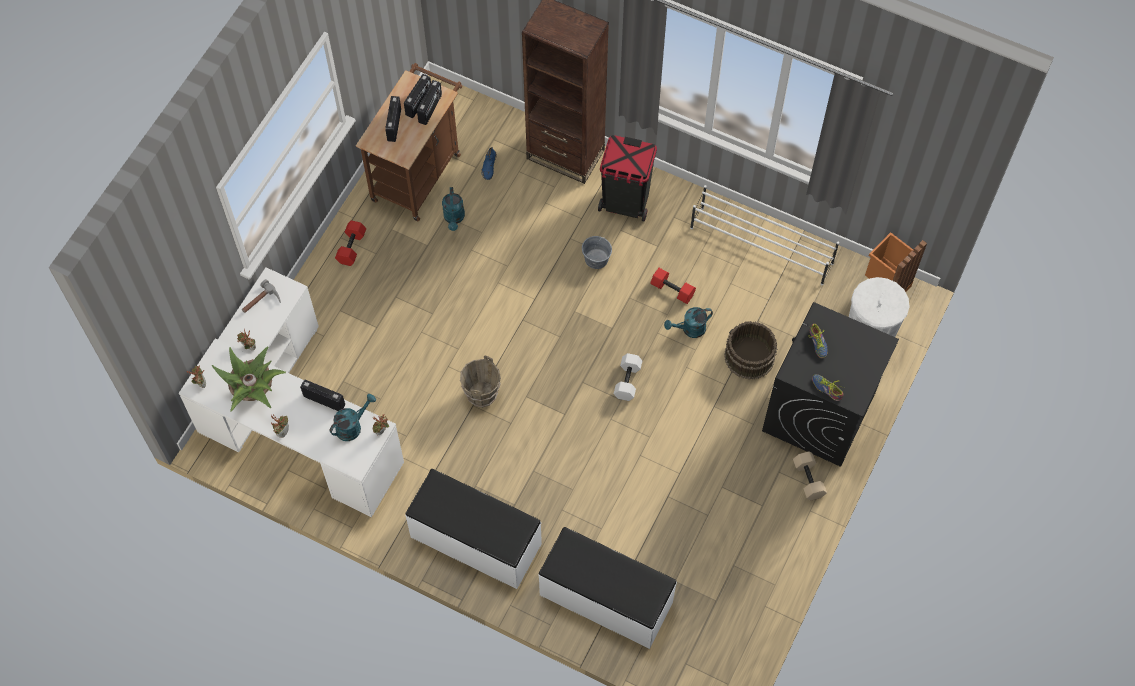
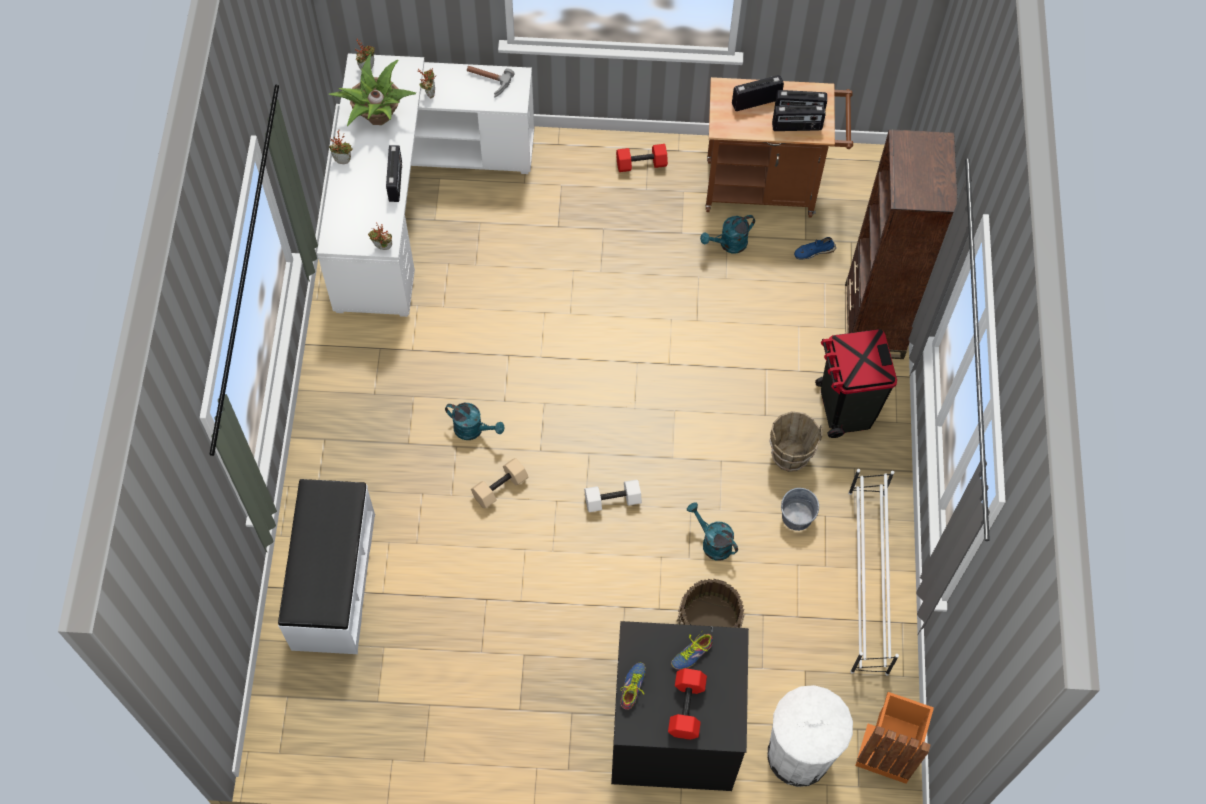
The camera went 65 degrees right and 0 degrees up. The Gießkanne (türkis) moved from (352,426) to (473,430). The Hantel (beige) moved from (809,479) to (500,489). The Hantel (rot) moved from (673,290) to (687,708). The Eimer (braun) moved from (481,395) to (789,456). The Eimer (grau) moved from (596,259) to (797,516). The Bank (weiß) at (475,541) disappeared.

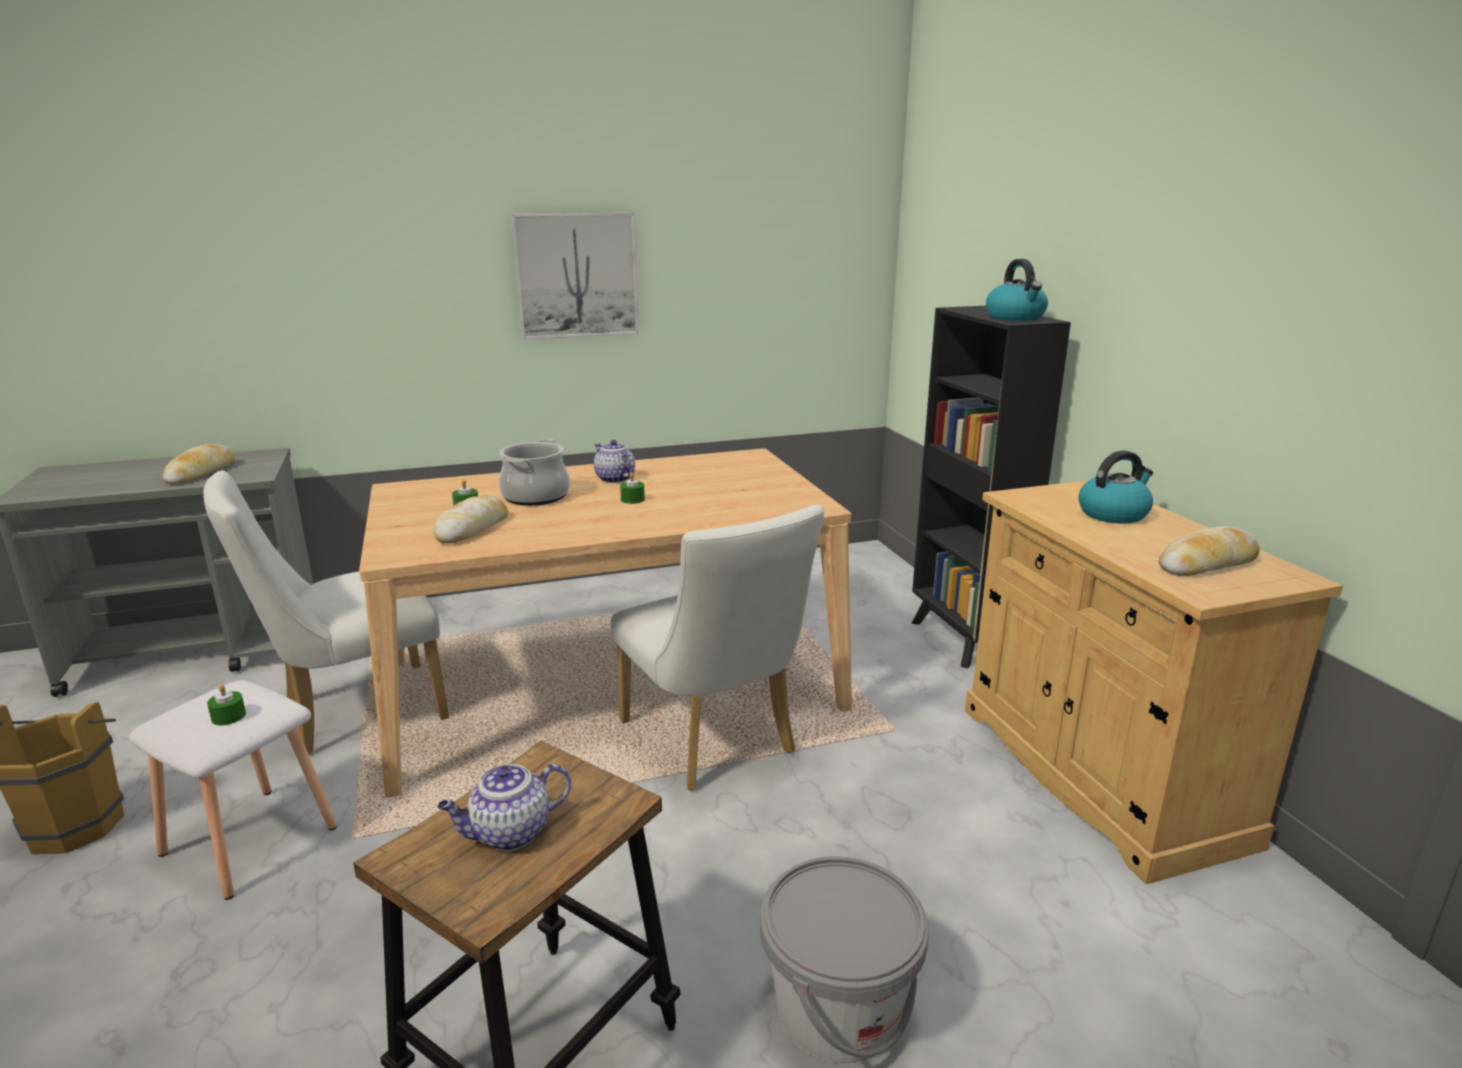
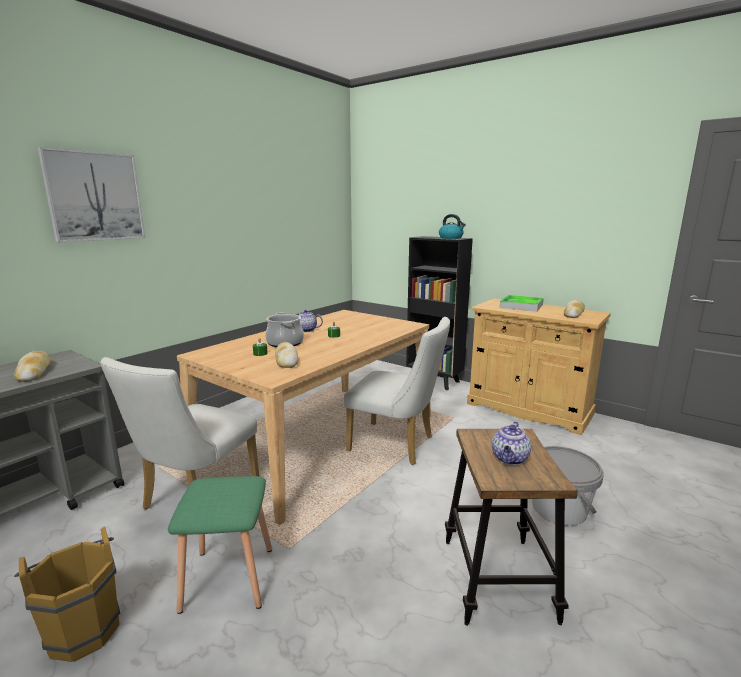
The camera went 35 degrees left and 5 degrees down. The Bild moved from (576,275) to (95,196). The Hocker (weiß) at (251,838) became the Hocker (grün) at (228,577). The Wasserkessel at (1113,514) was replaced by the Tablett at (521,306). The Kerze (grün) at (228,716) disappeared.

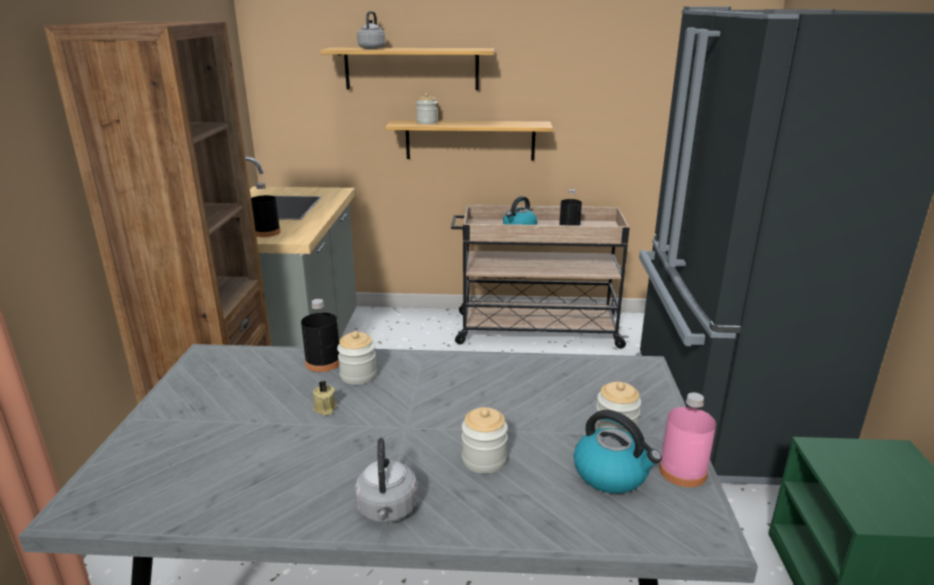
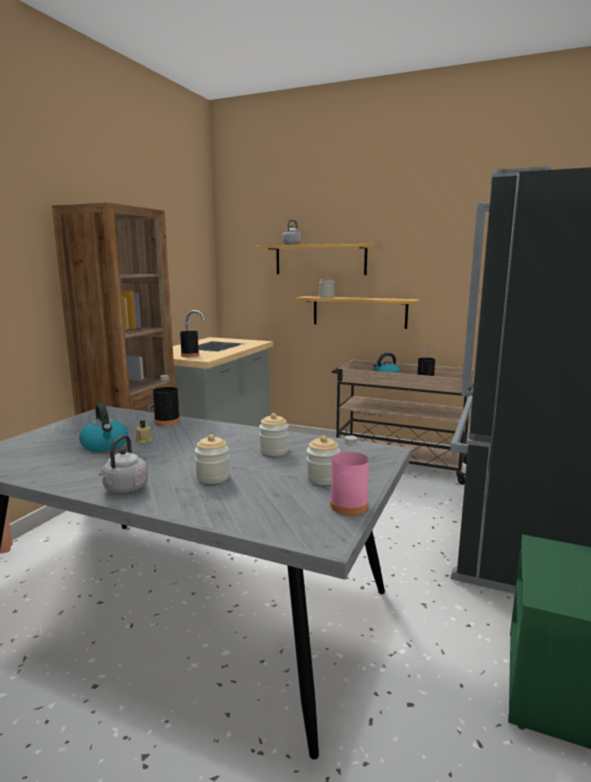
The camera went 20 degrees right and 10 degrees down. The Wasserkessel moved from (612,474) to (105,446). The Vorratsglas moved from (358,375) to (274,451).

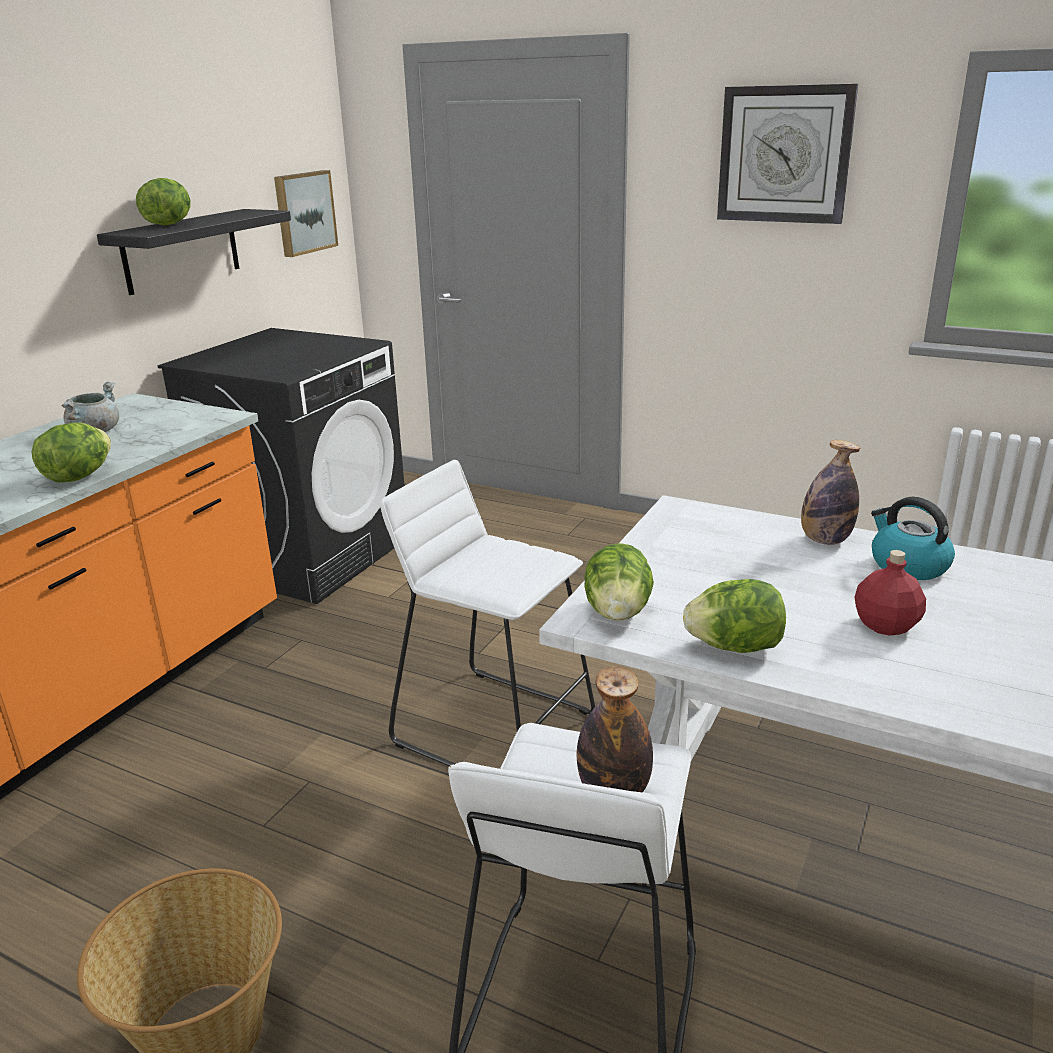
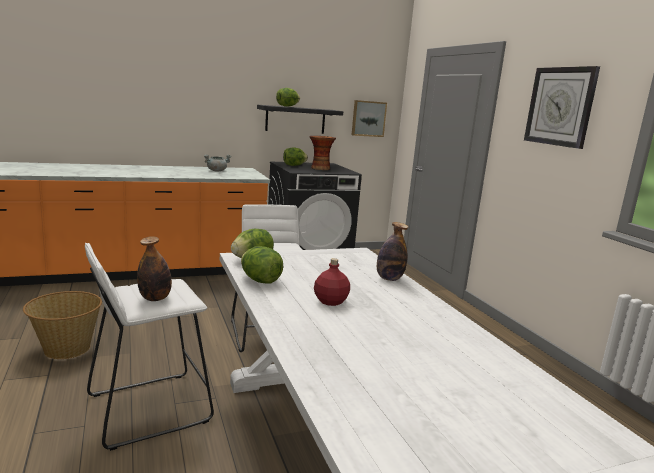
The camera went 40 degrees right and 10 degrees down. The Salatkopf moved from (79,477) to (294,165). The Vase at (320,168) appeared. The Wasserkessel at (907,565) disappeared.

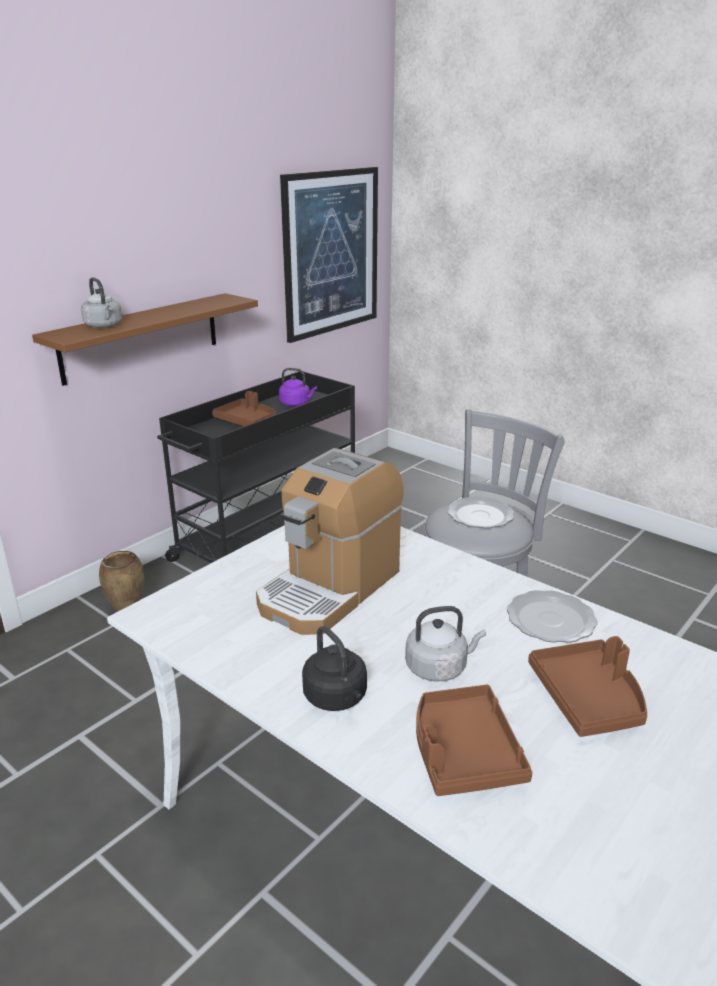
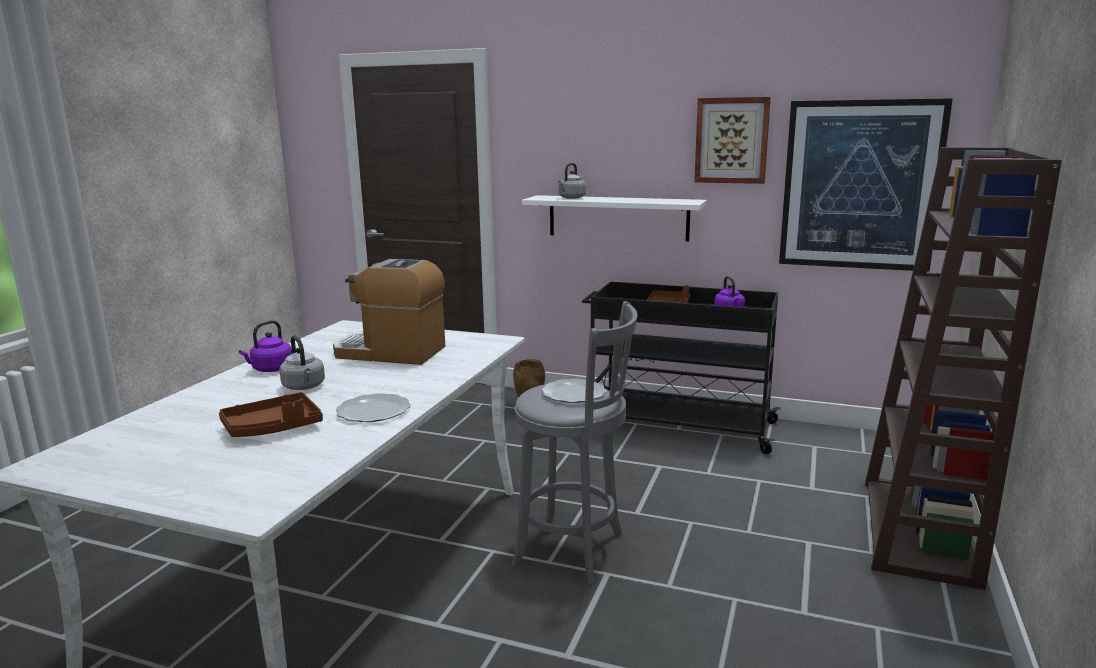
The camera went 70 degrees right and 10 degrees down. The Wasserkessel (schwarz) at (337,698) became the Wasserkessel (lila) at (270,369). The Wandregal (braun) at (141,337) became the Wandregal (weiß) at (618,217). The Bild at (731,140) appeared. The Bücherregal (braun) at (920,531) appeared. The Tablett (braun) at (463,752) disappeared.

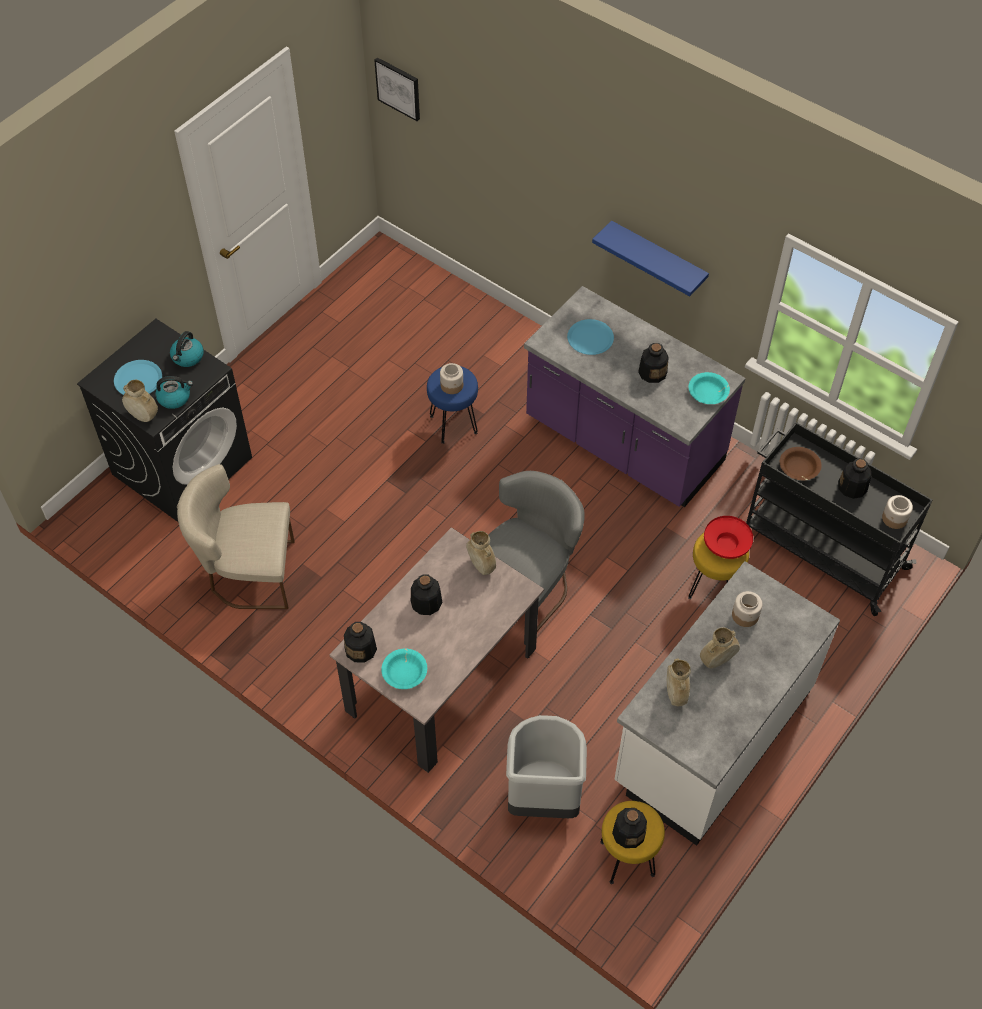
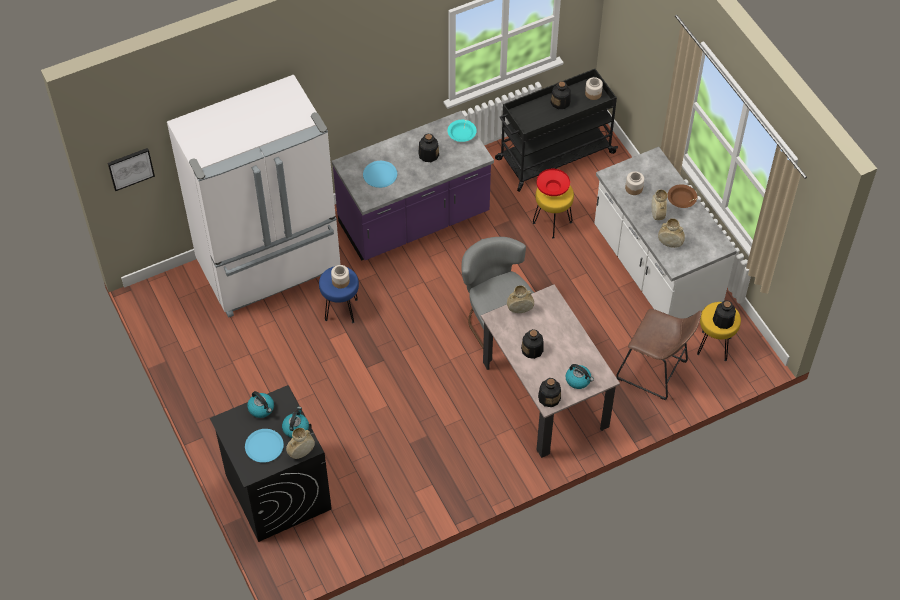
The camera went 65 degrees left and 0 degrees up. The Kühlschrank (weiß) at (270,267) appeared. The Schüssel (türkis) at (405,672) was replaced by the Wasserkessel at (578,380). The Mülleimer (grau) at (543,798) was replaced by the Hocker (braun) at (655,372). The Schüssel (braun) moved from (799,468) to (681,199). The Stuhl (beige) at (248,574) disappeared. The Wandregal (blau) at (657,259) disappeared.

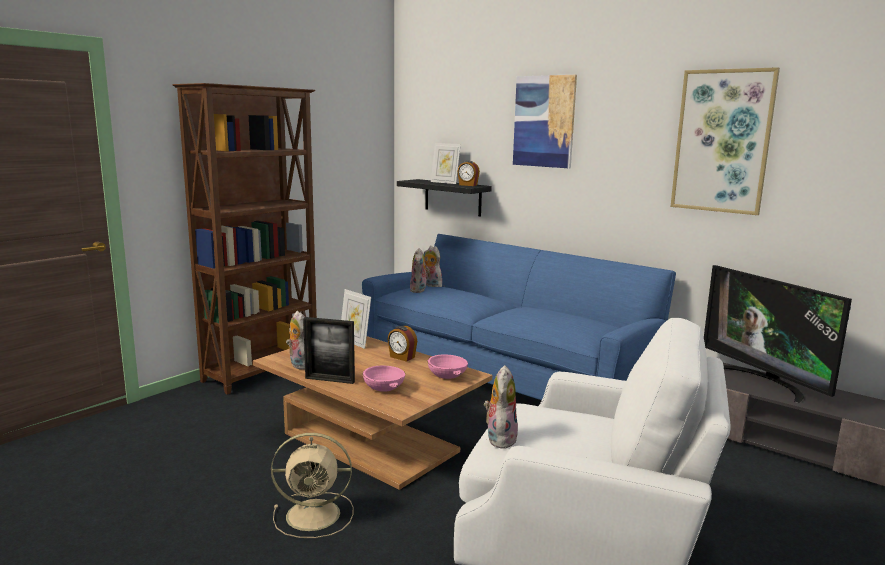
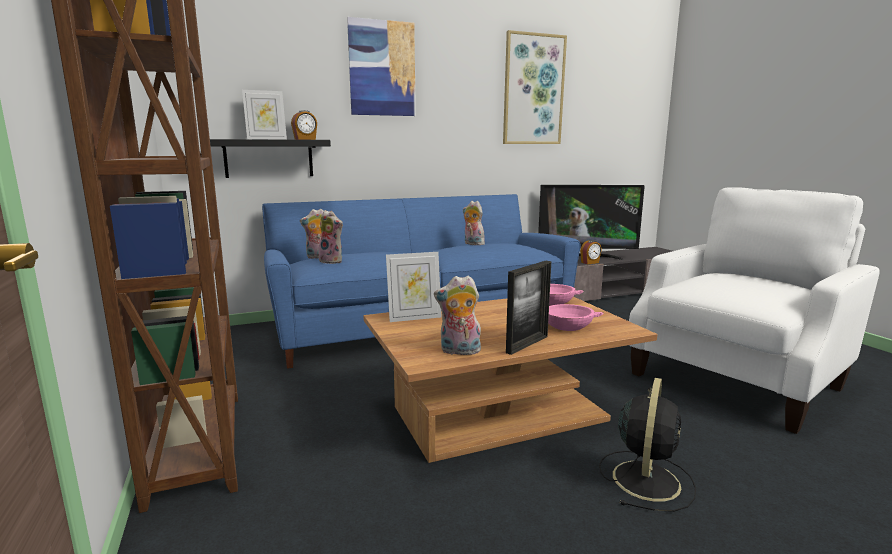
The camera went 60 degrees left and 0 degrees up. The Plüschtier moved from (499,438) to (472,244). The Wecker moved from (402,357) to (590,262). The Ventilator (beige) at (315,515) became the Ventilator (schwarz) at (646,479).

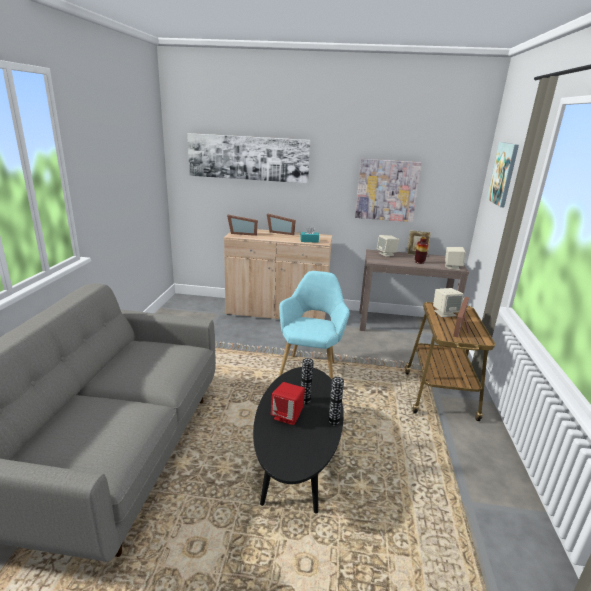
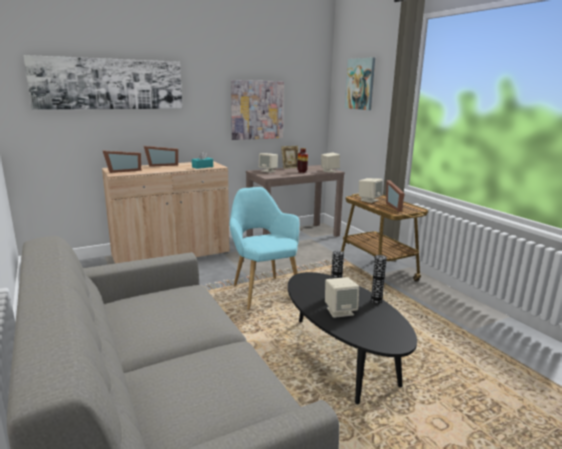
The camera went 35 degrees left and 5 degrees down. The Lautsprecher (rot) at (287,416) became the Lautsprecher (beige) at (340,311).

